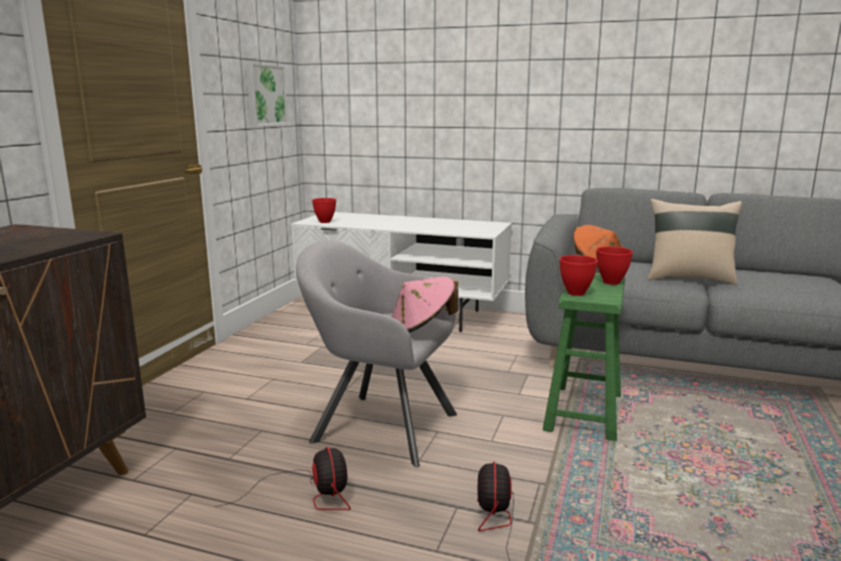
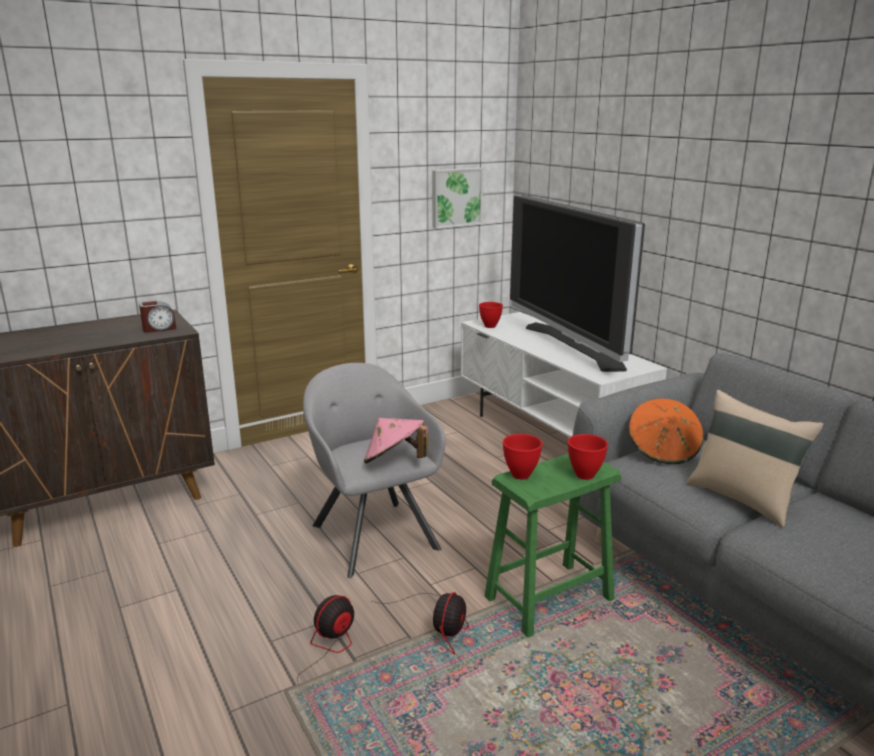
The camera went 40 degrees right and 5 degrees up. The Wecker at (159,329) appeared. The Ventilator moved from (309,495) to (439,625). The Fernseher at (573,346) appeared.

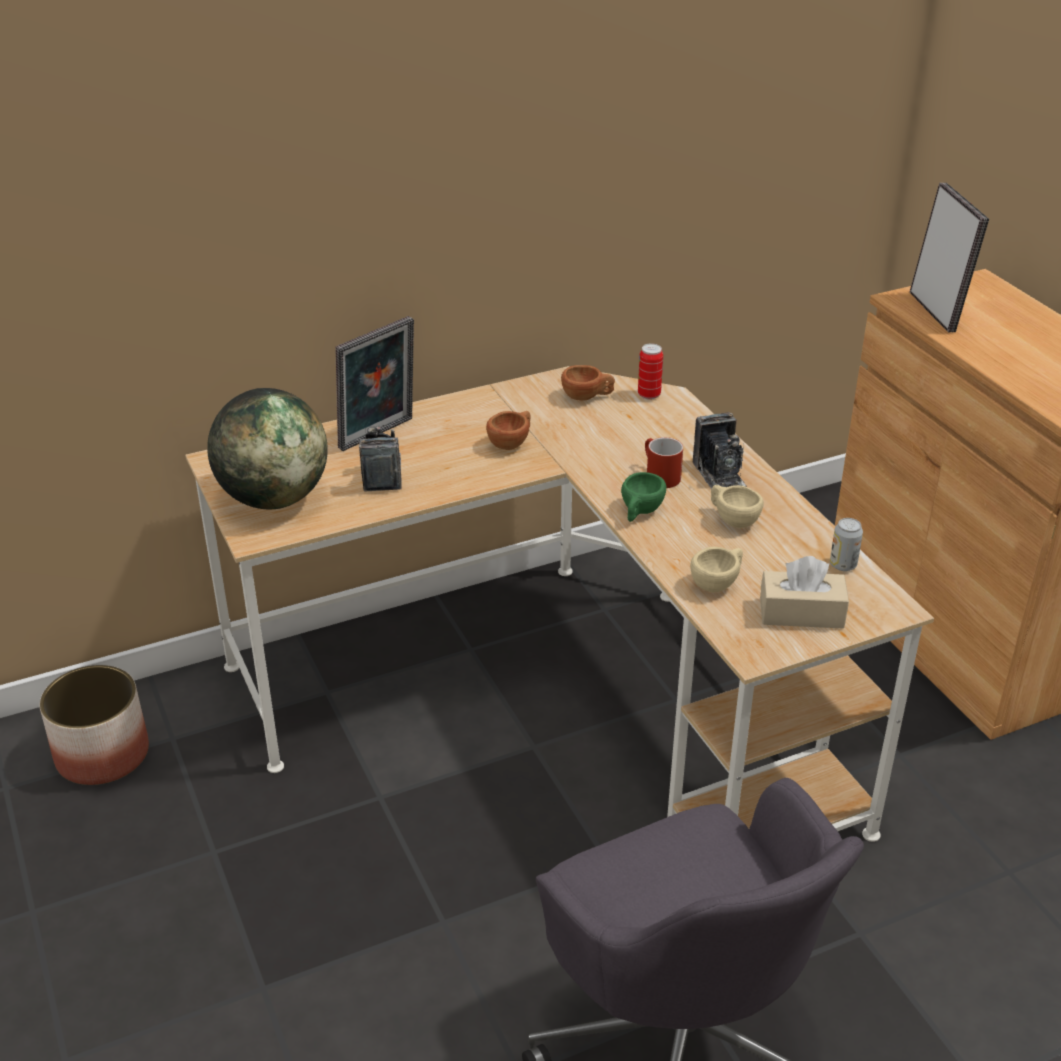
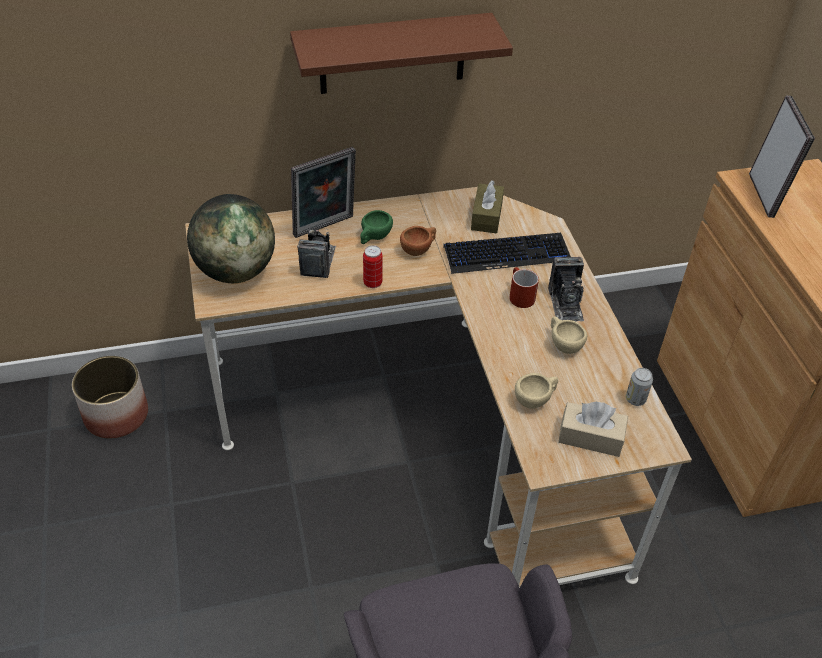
The camera went 10 degrees right and 10 degrees up. The Wandregal (braun) at (392,54) appeared. The Tasse (grün) moved from (640,512) to (374,237). The Dose moved from (649,395) to (372,283). The Tastatur at (506,254) appeared. The Tasse (braun) at (587,397) was replaced by the Taschentuchbox (braun) at (486,216).

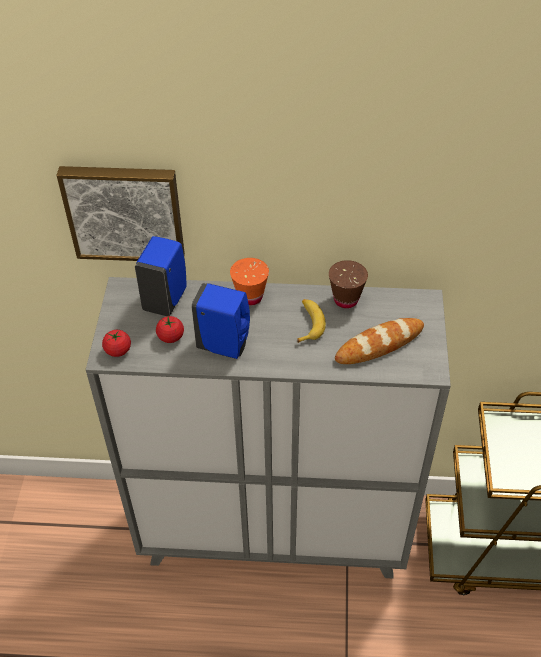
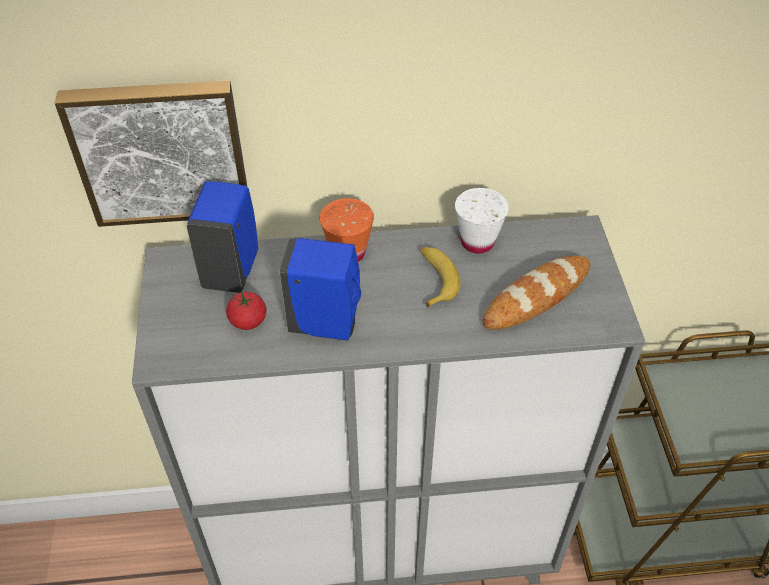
The camera went 10 degrees left and 0 degrees up. The Tasse (braun) at (346,299) became the Tasse (weiß) at (477,242). The Tomate at (118,350) disappeared.

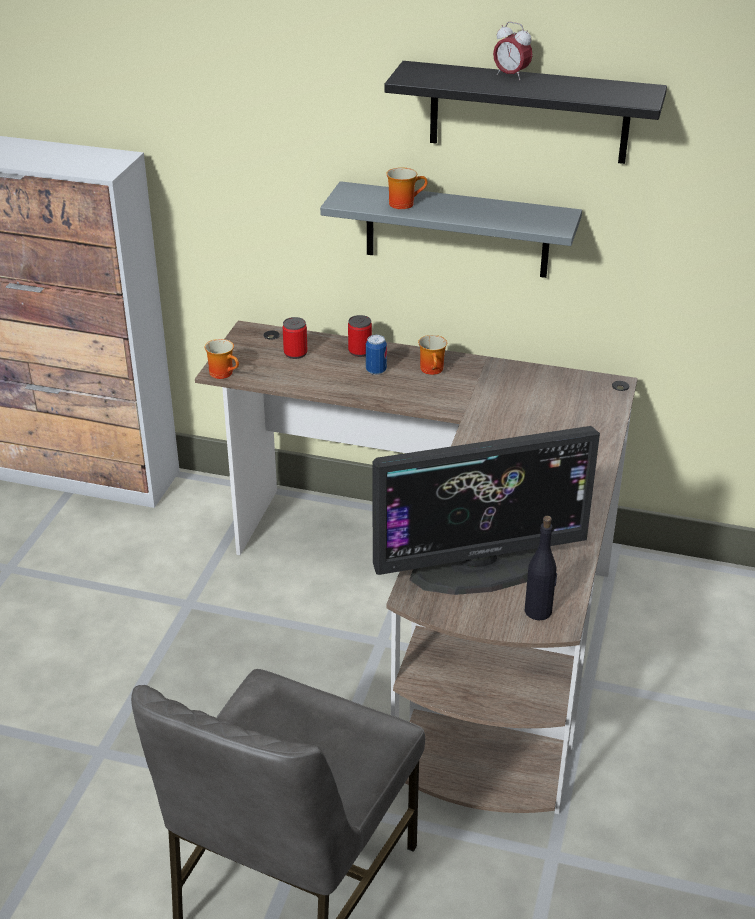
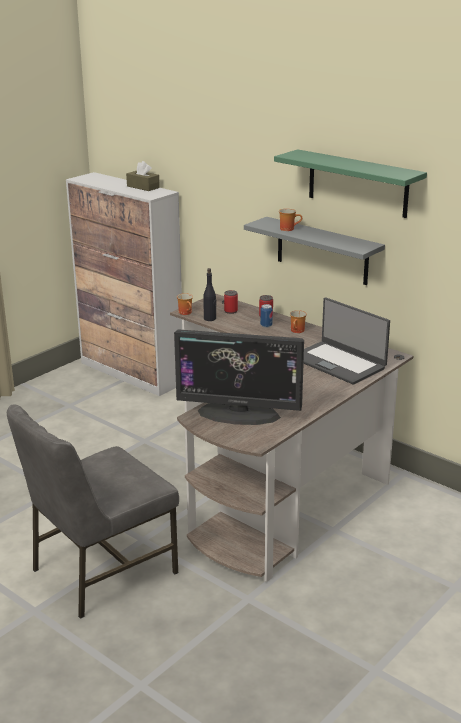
The camera went 25 degrees right and 10 degrees down. The Taschentuchbox (braun) at (143,187) appeared. The Flasche (schwarz) moved from (538,611) to (210,319). The Wandregal (schwarz) at (529,112) became the Wandregal (grün) at (357,183). The Laptop at (338,362) appeared. The Wecker at (511,76) disappeared.

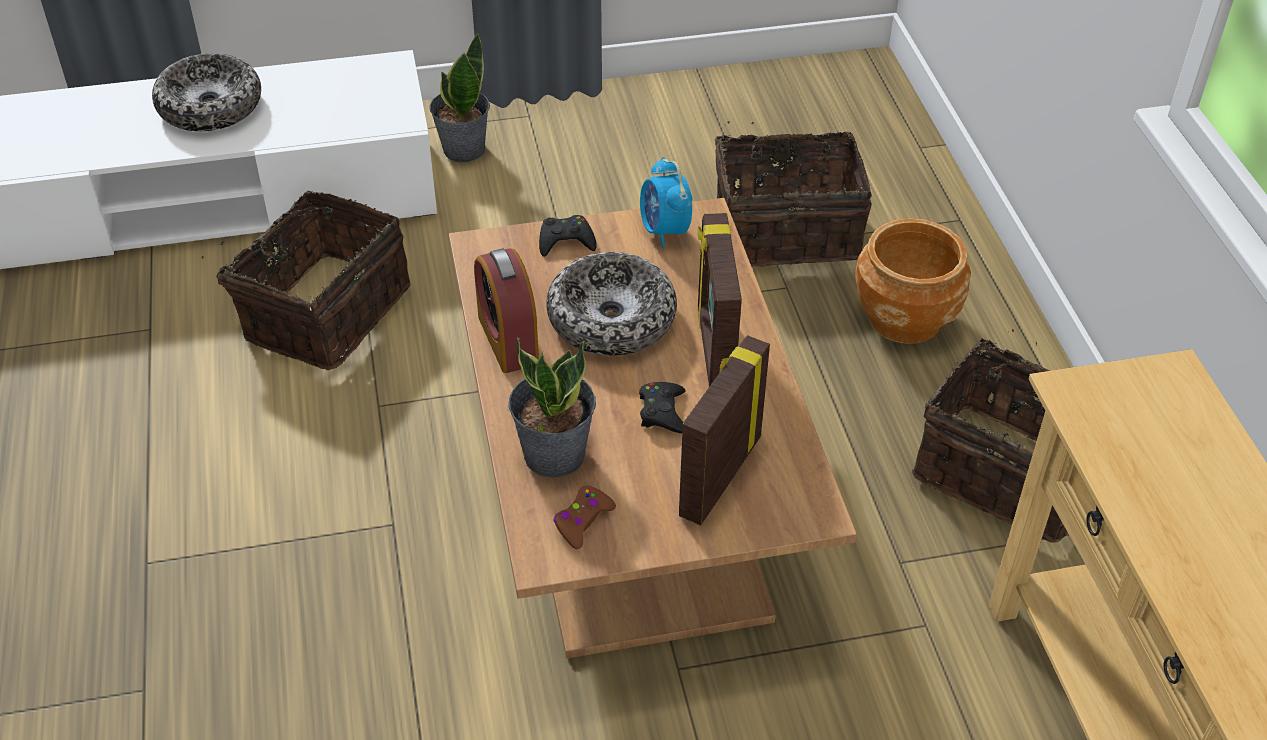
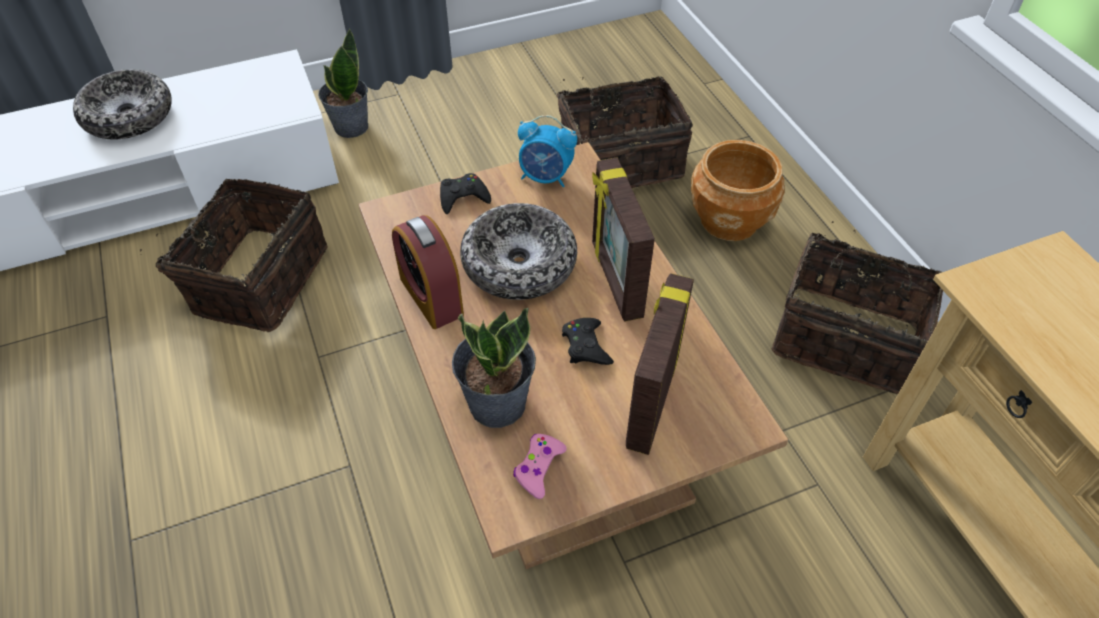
The camera went 10 degrees left and 5 degrees up. The Gamepad (braun) at (582,521) became the Gamepad (rosa) at (538,468). The Wecker at (664,231) turned 45 degrees counterclockwise.

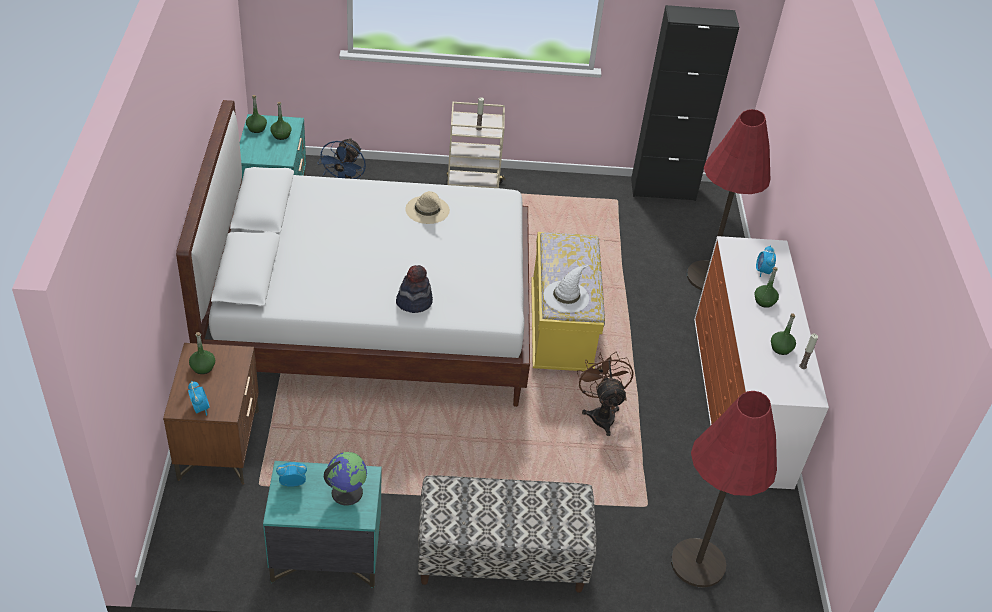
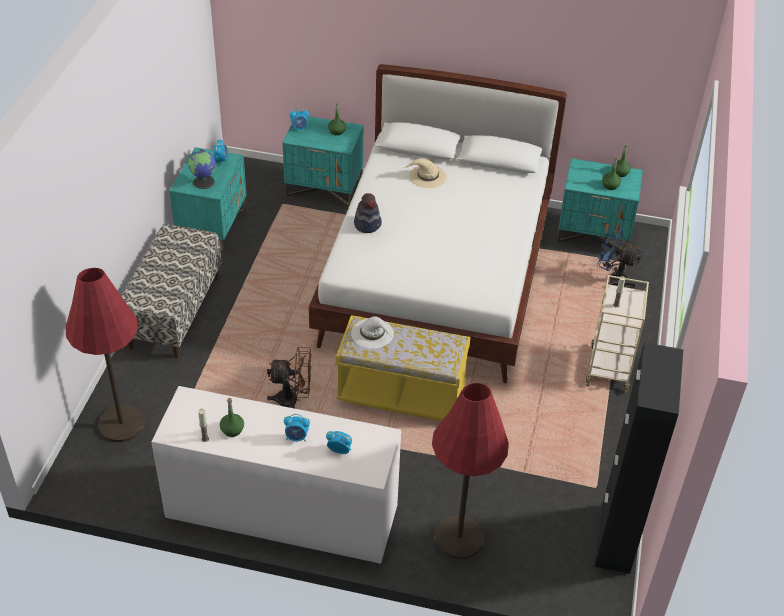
The camera went 105 degrees right and 0 degrees up. The Nachttisch (braun) at (219,444) became the Nachttisch (türkis) at (325,189). The Flasche (grün) at (764,301) was replaced by the Wecker at (297,437). The Hut (beige) moved from (428,210) to (427,176).

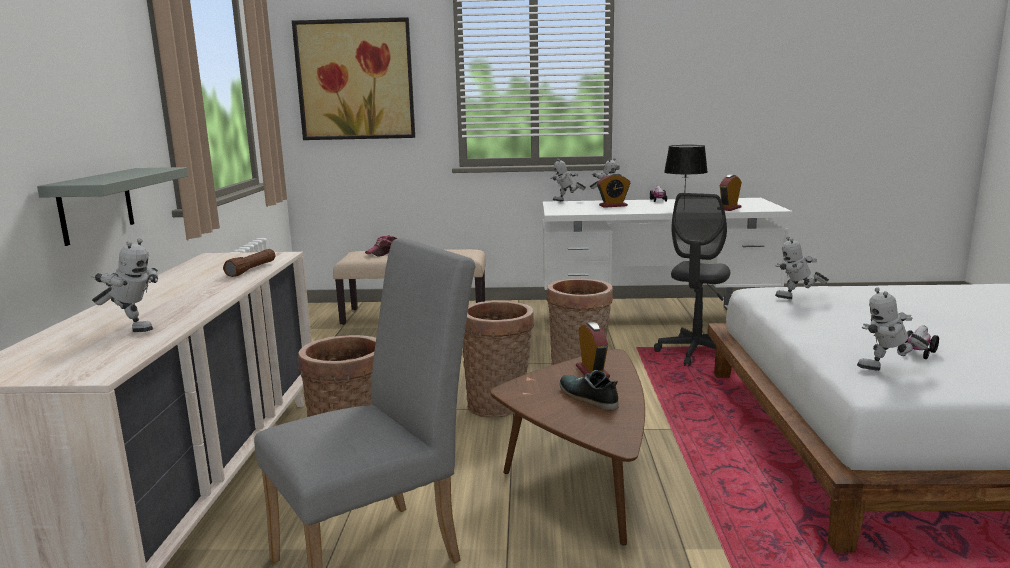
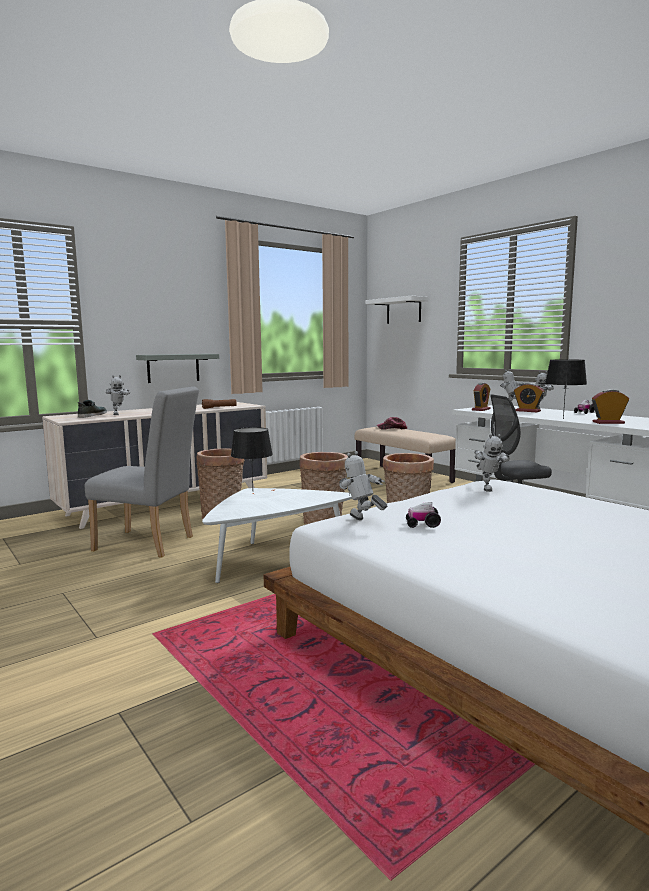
The camera went 50 degrees right and 5 degrees down. The Schuh moved from (587,397) to (92,415). The Couchtisch (braun) at (582,475) became the Couchtisch (weiß) at (274,557). The Tischlampe (schwarz) at (252,491) appeared. The Bild at (355,80) was replaced by the Wandregal (weiß) at (403,310). The Wecker moved from (592,372) to (481,409). The Spielzeugroboter at (797,299) turned 150 degrees counterclockwise.

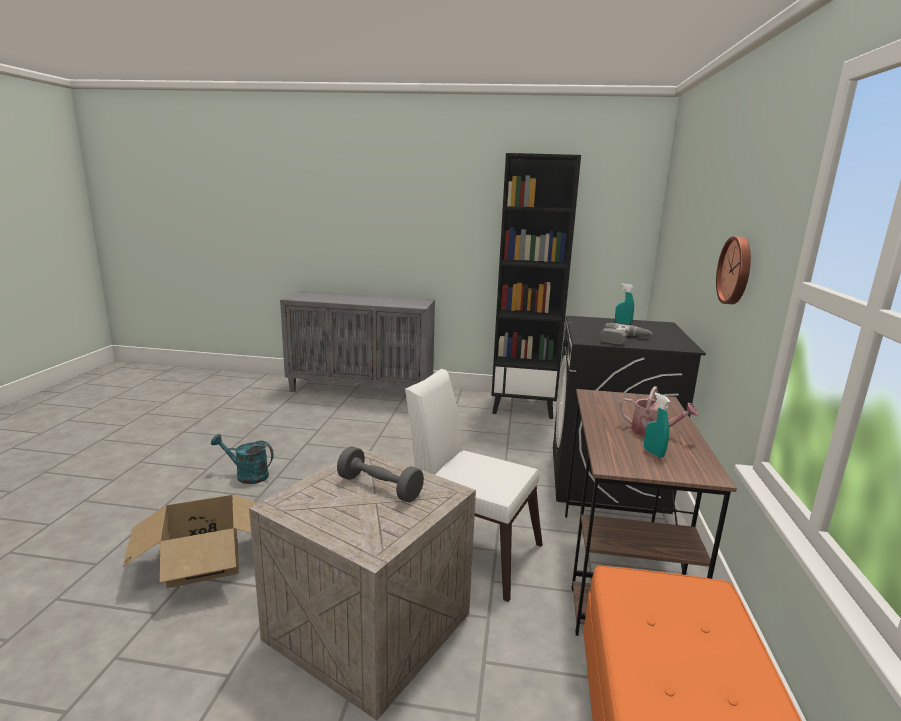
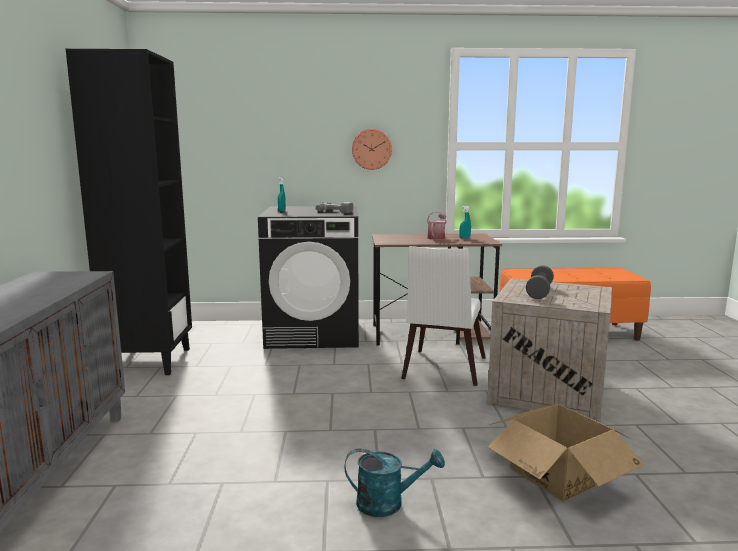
The camera went 100 degrees left and 5 degrees down. The Gießkanne (türkis) at (247,475) turned 90 degrees counterclockwise.

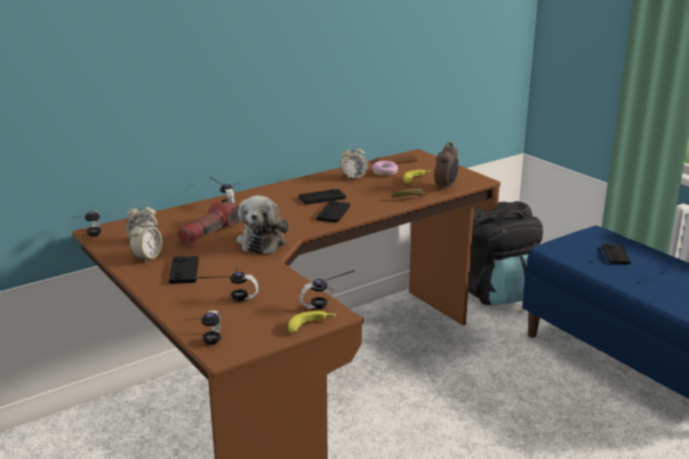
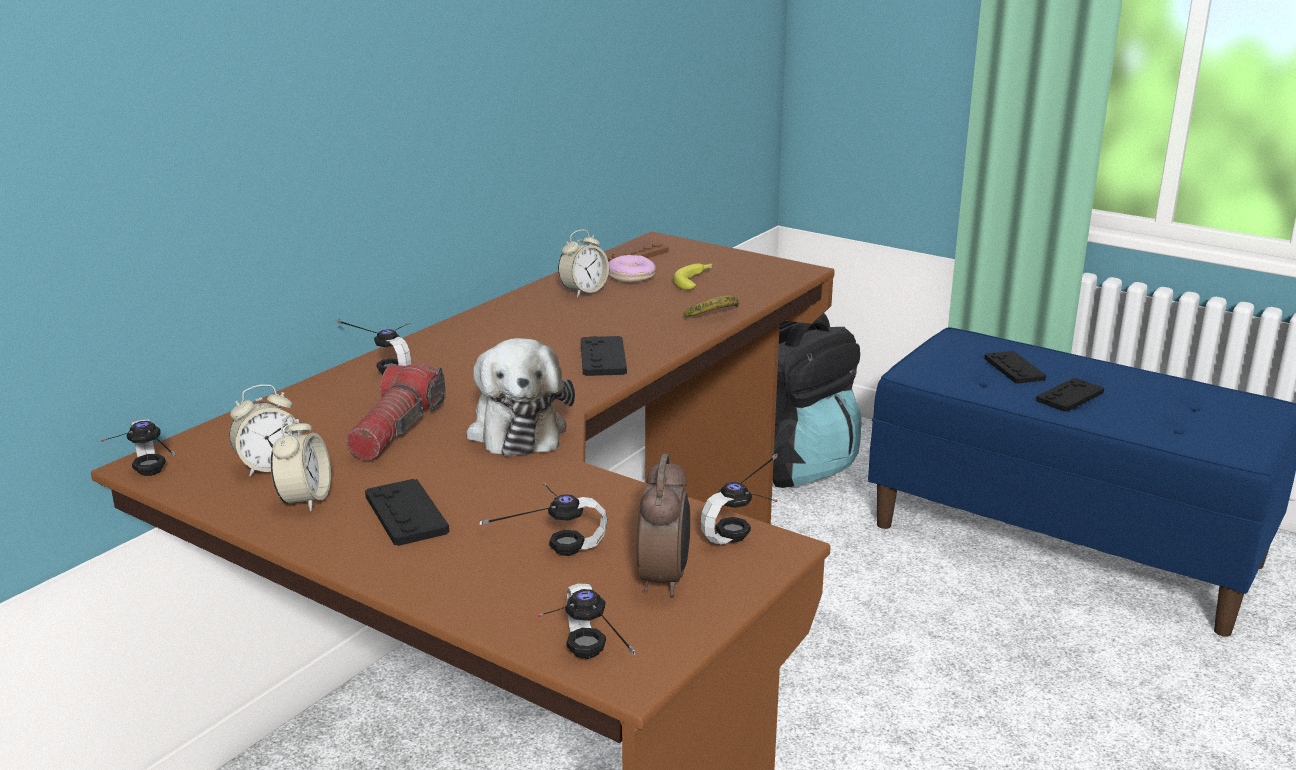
The camera went 20 degrees left and 0 degrees up. The Wecker moved from (446,187) to (665,579). The Gamepad (schwarz) moved from (322,198) to (1069,396). The Banane at (312,325) disappeared.

